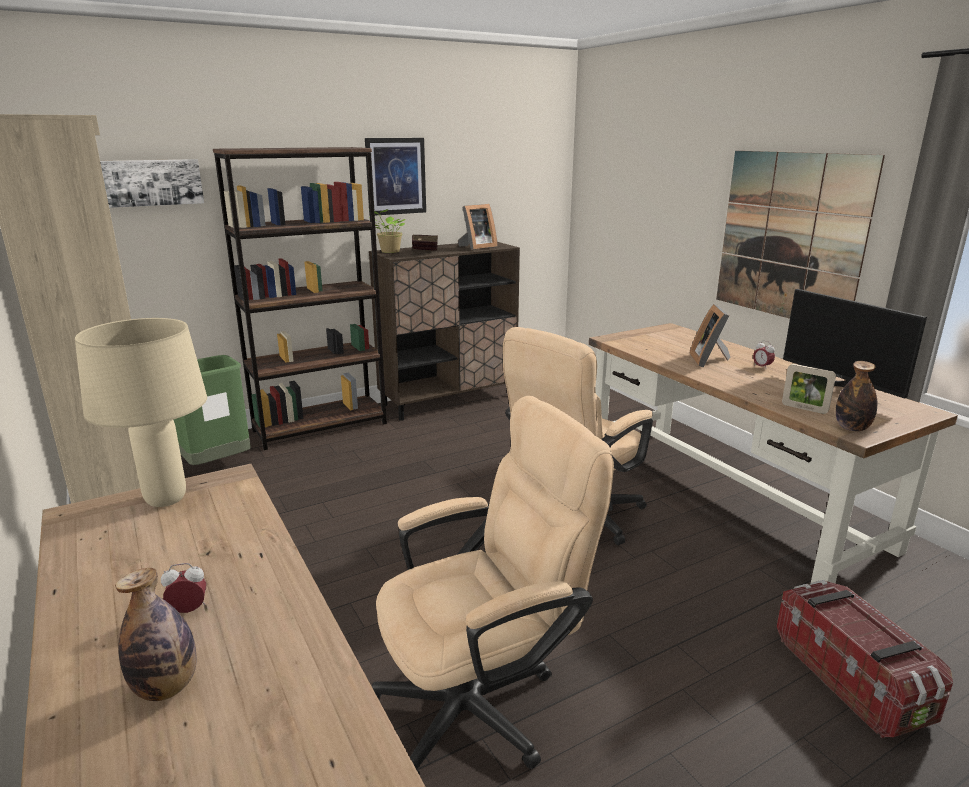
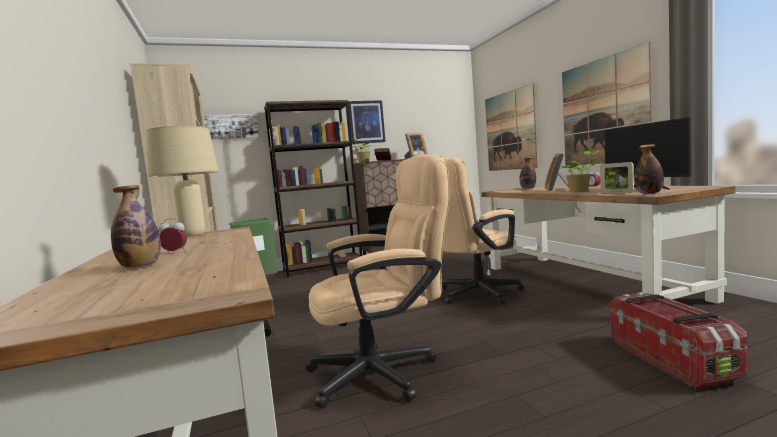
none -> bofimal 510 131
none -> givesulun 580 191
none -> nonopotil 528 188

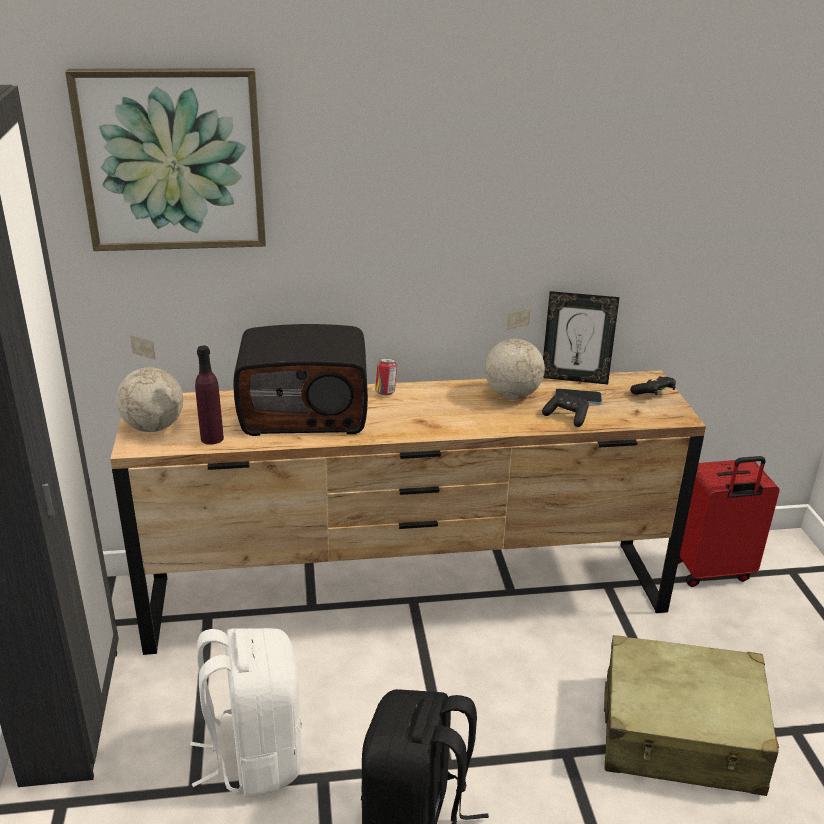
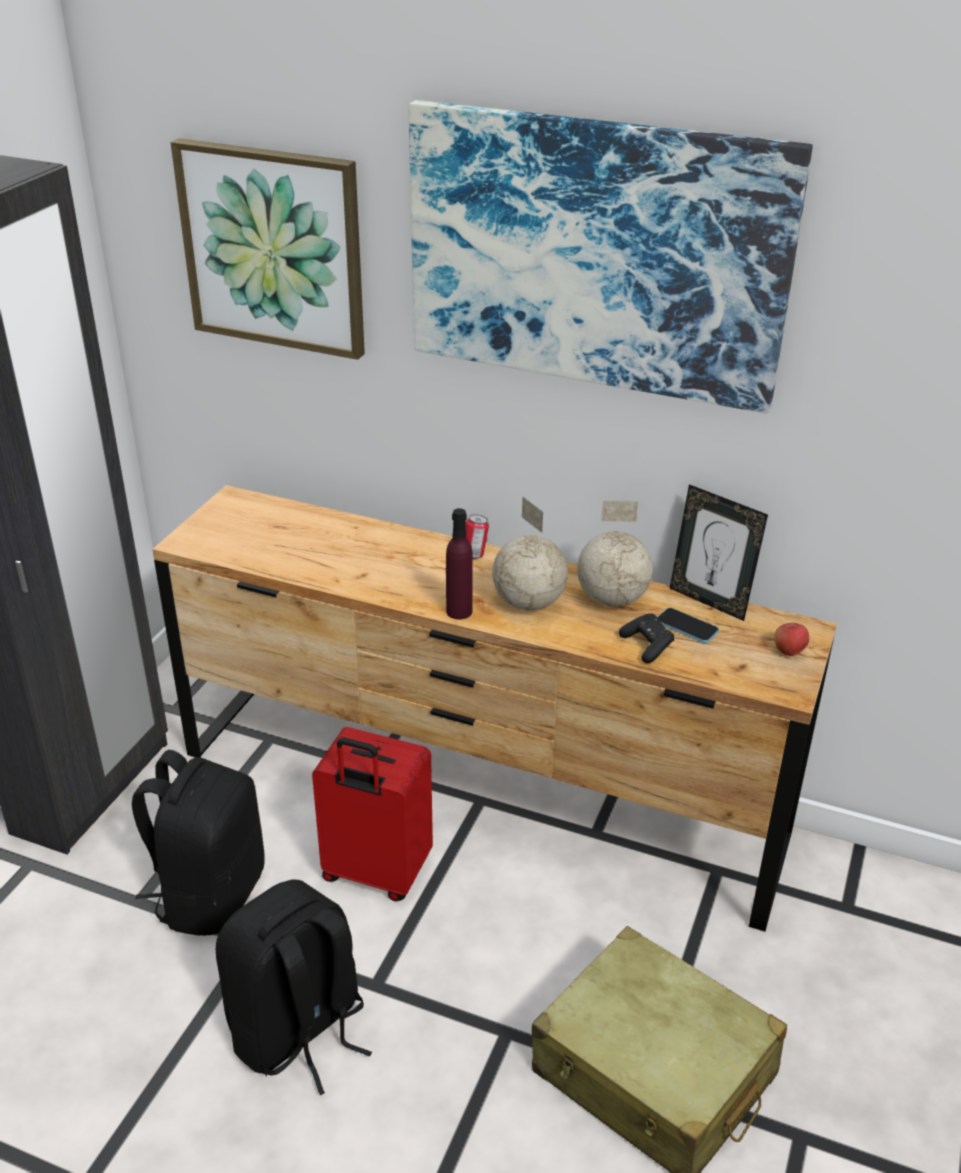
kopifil 305 412 -> none
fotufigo 153 427 -> fotufigo 528 603, relocated
nonopotil (purple) 212 438 -> nonopotil (purple) 459 611, relocated
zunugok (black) 653 394 -> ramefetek 789 651
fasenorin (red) 711 571 -> fasenorin (red) 375 873, relocated
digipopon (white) 254 756 -> digipopon (black) 209 894
none -> bofimal 596 254

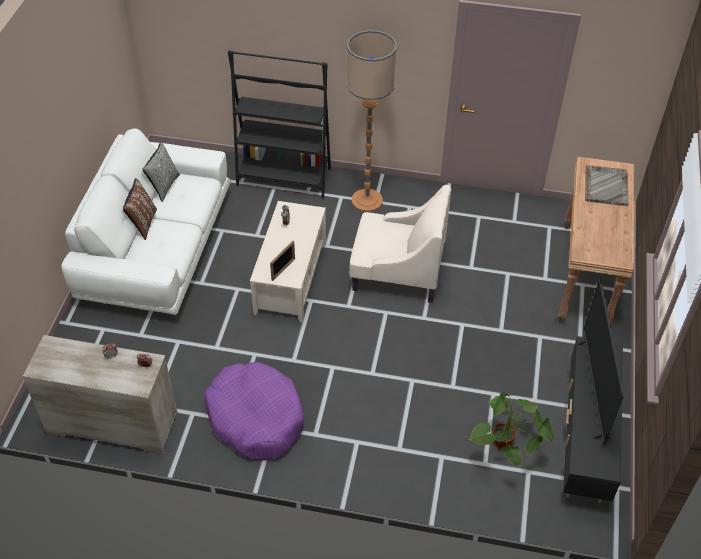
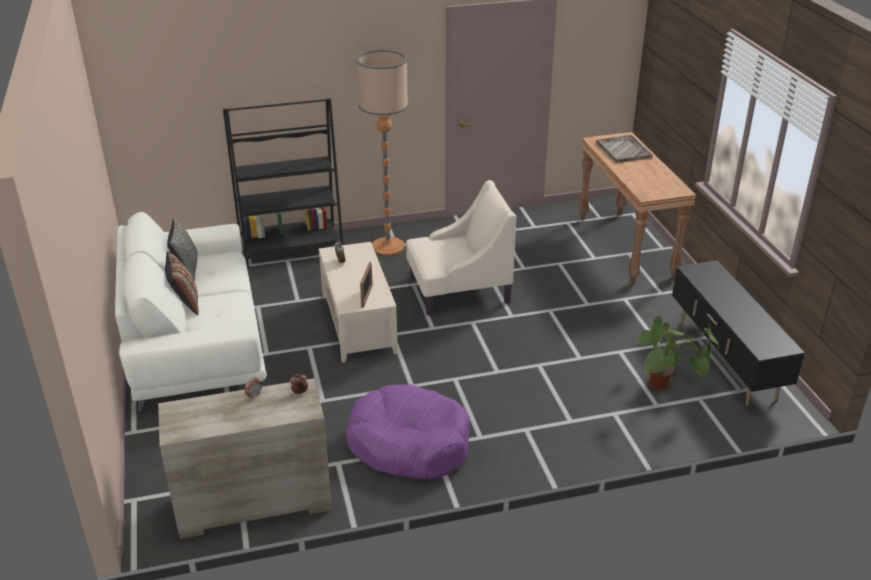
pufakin 593 389 -> none

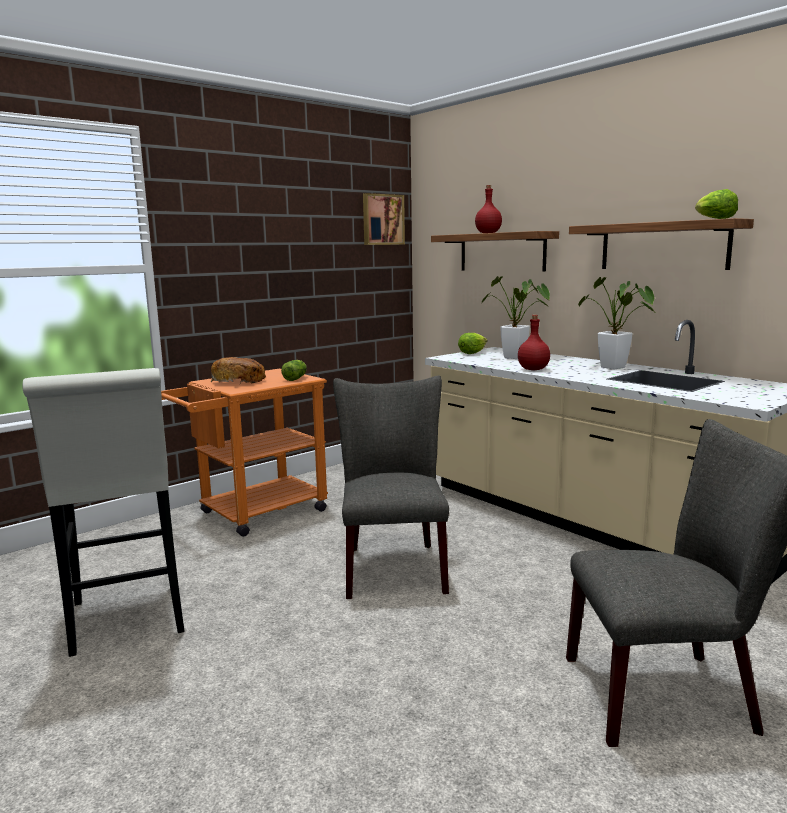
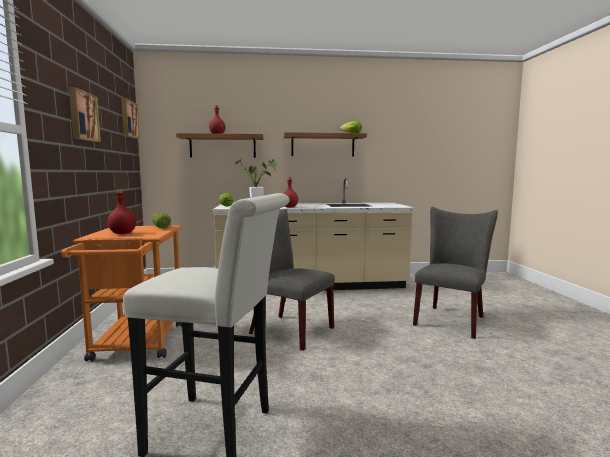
givesulun 617 368 -> none
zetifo 239 381 -> nonopotil (red) 123 233
none -> bofimal 82 116

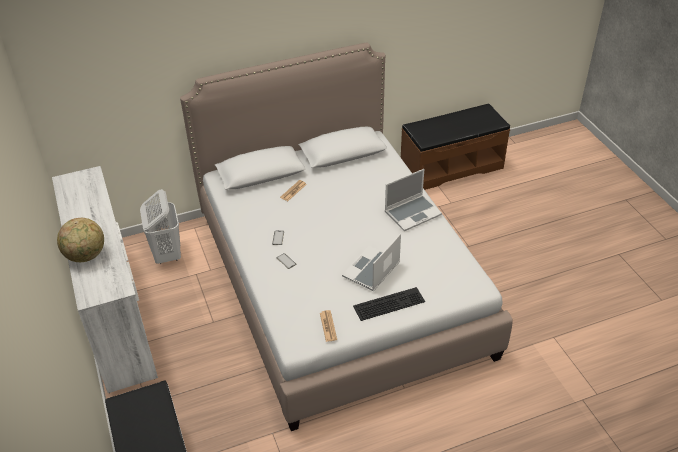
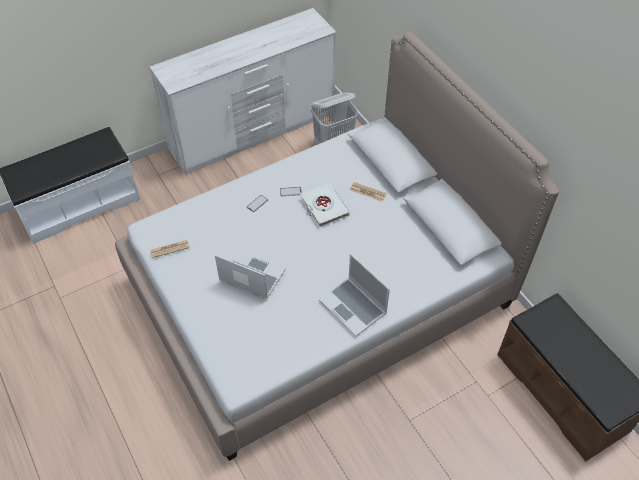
fotufigo 86 256 -> none
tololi 389 302 -> none
none -> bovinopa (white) 324 207

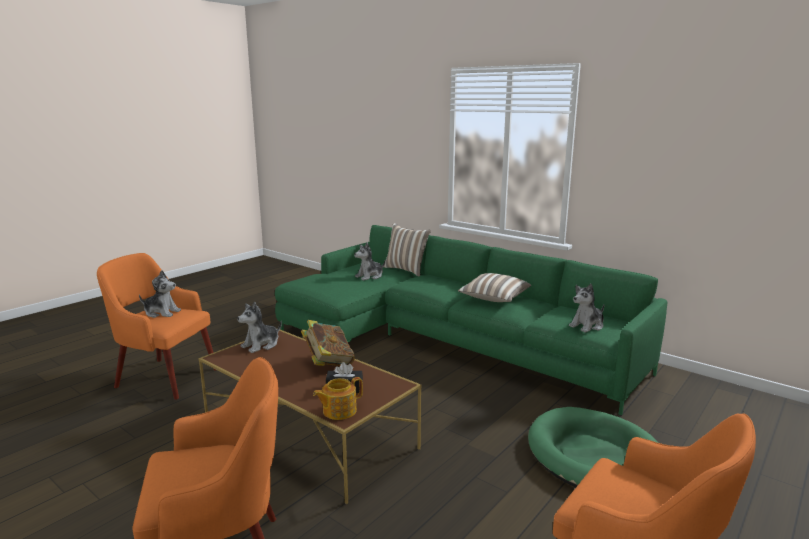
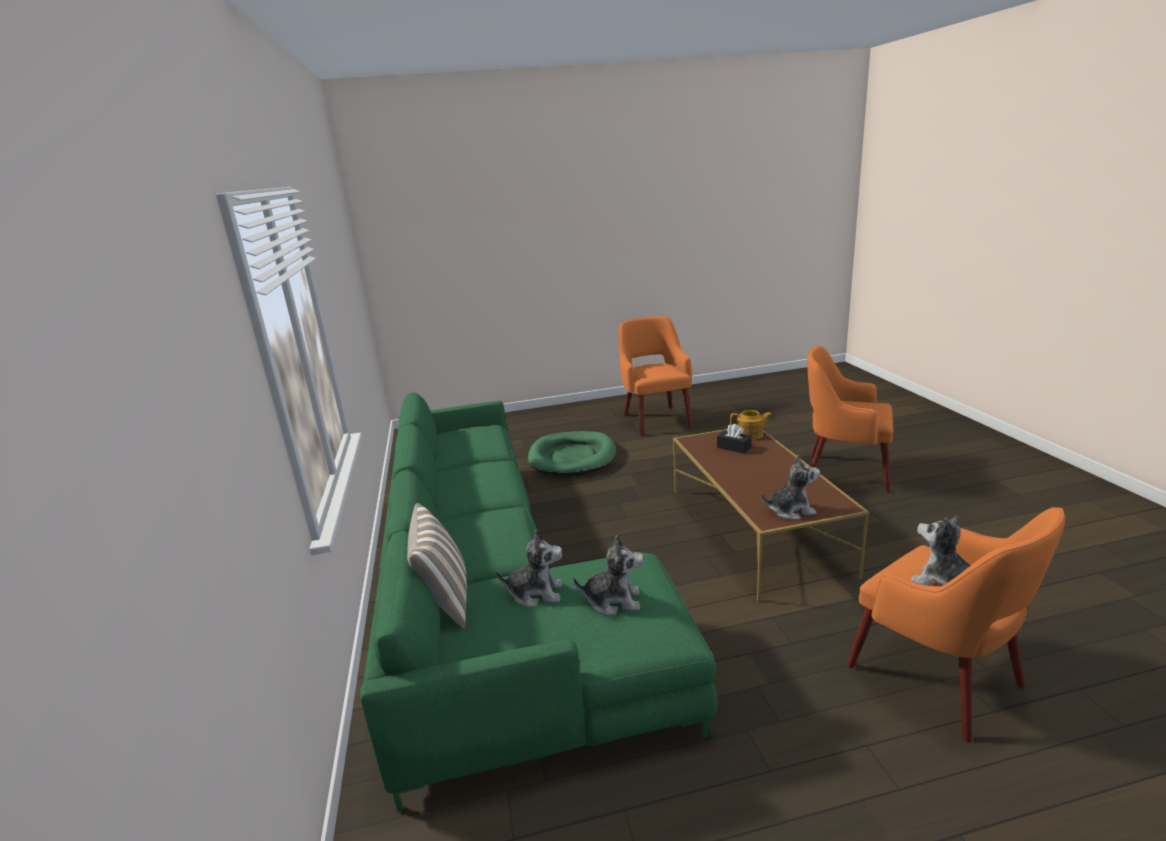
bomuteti 494 299 -> none
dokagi 587 326 -> dokagi 613 600, relocated
bovinopa 328 363 -> none

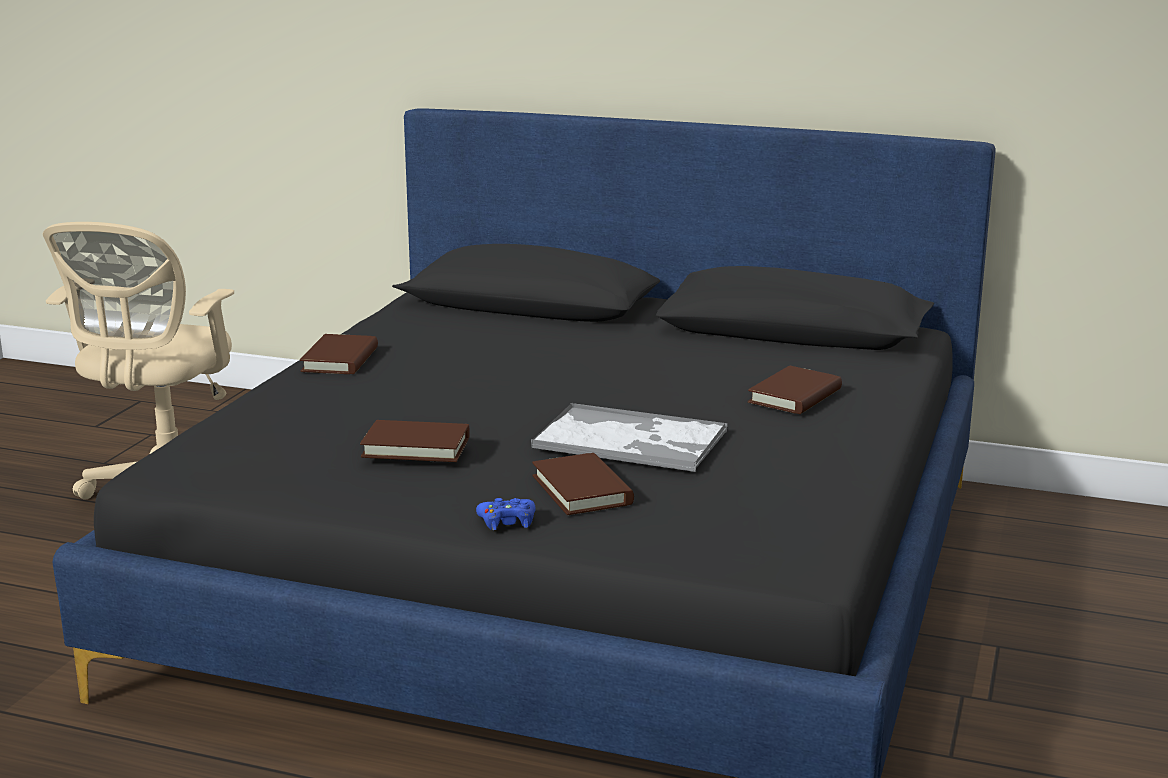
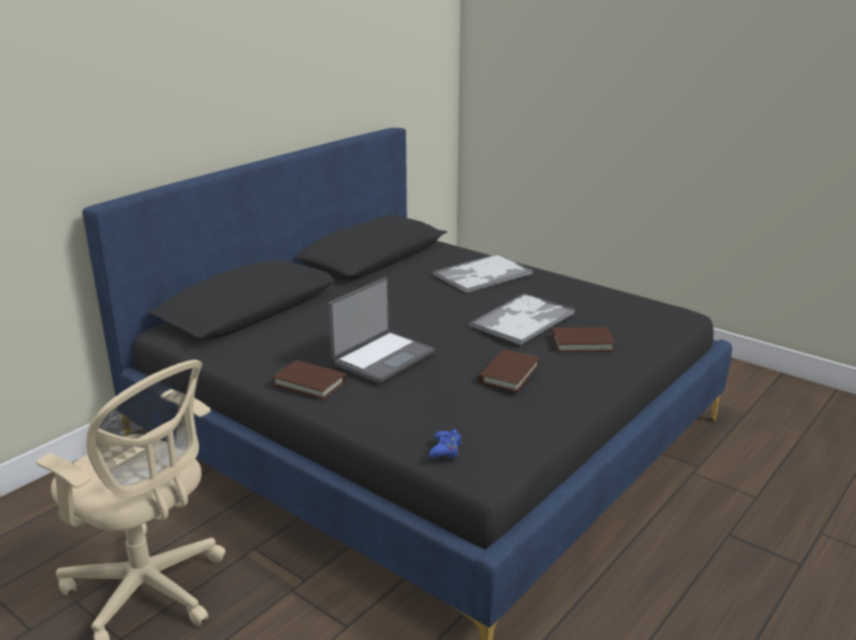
bovinopa (brown) 795 396 -> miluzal 482 275
zunugok (blue) 507 521 -> zunugok (blue) 445 450, relocated
none -> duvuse 382 358

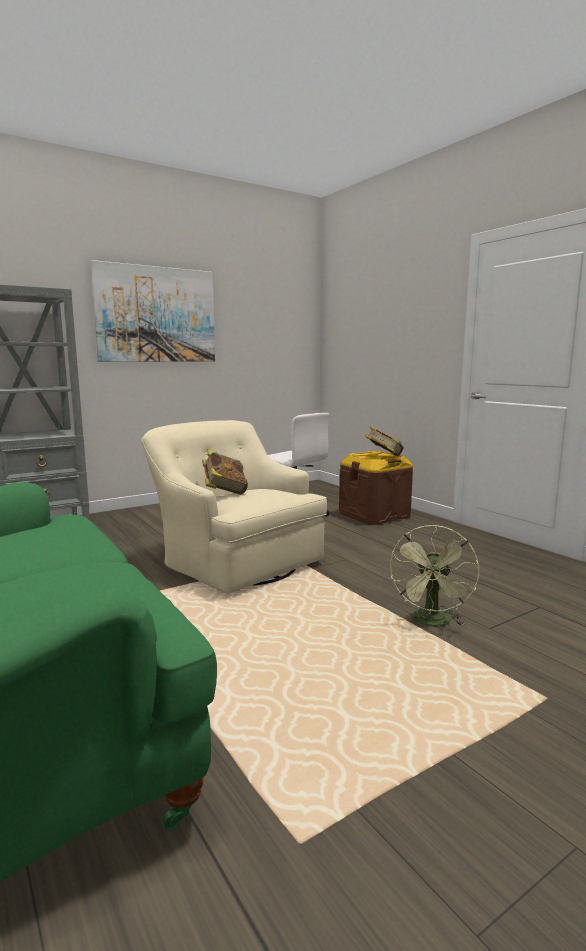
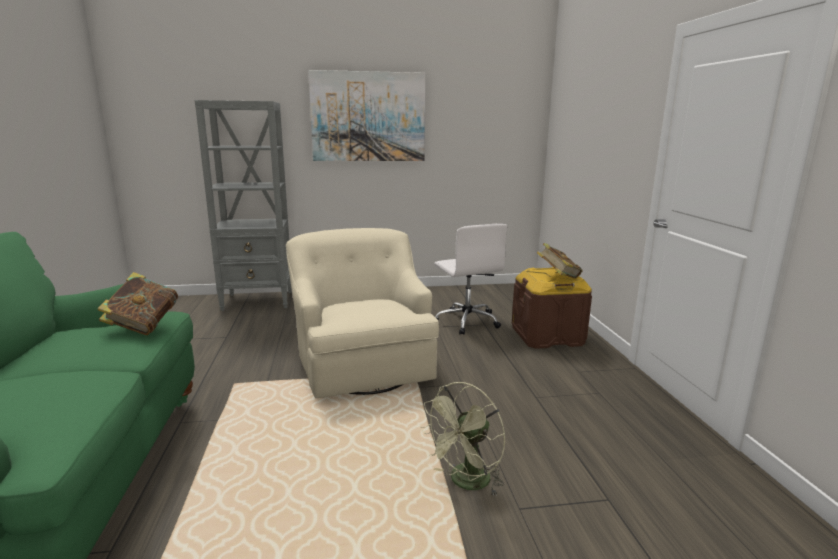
bovinopa 224 491 -> bovinopa 143 326, relocated

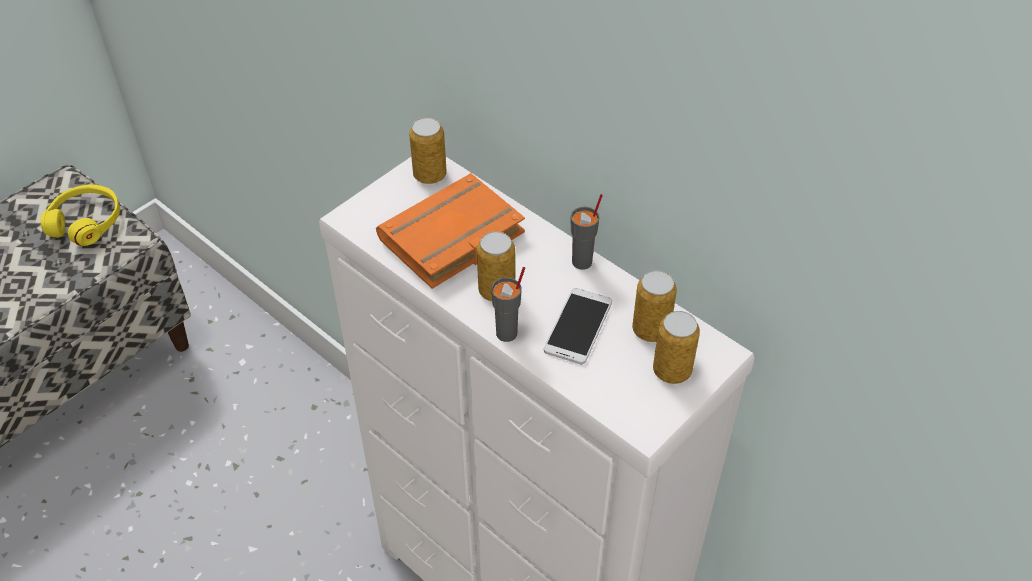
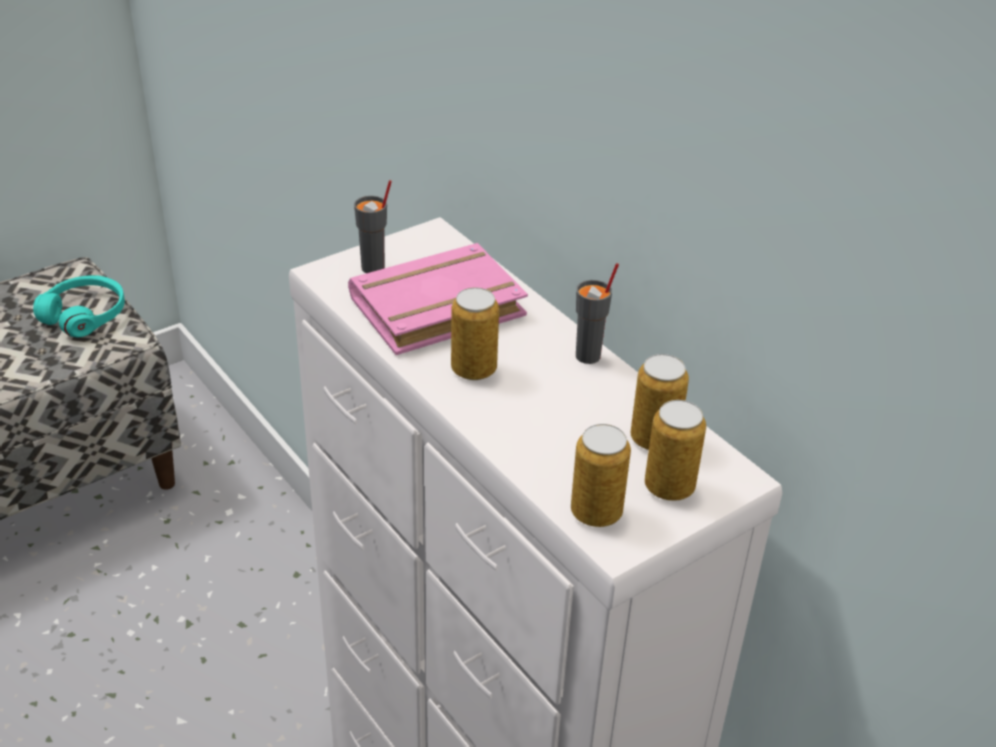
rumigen 430 175 -> rumigen 596 512, relocated
bovinopa (orange) 452 240 -> bovinopa (pink) 437 312
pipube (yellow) 86 222 -> pipube (turquoise) 85 315
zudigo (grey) 507 333 -> zudigo (grey) 373 268, relocated
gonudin 578 326 -> none

